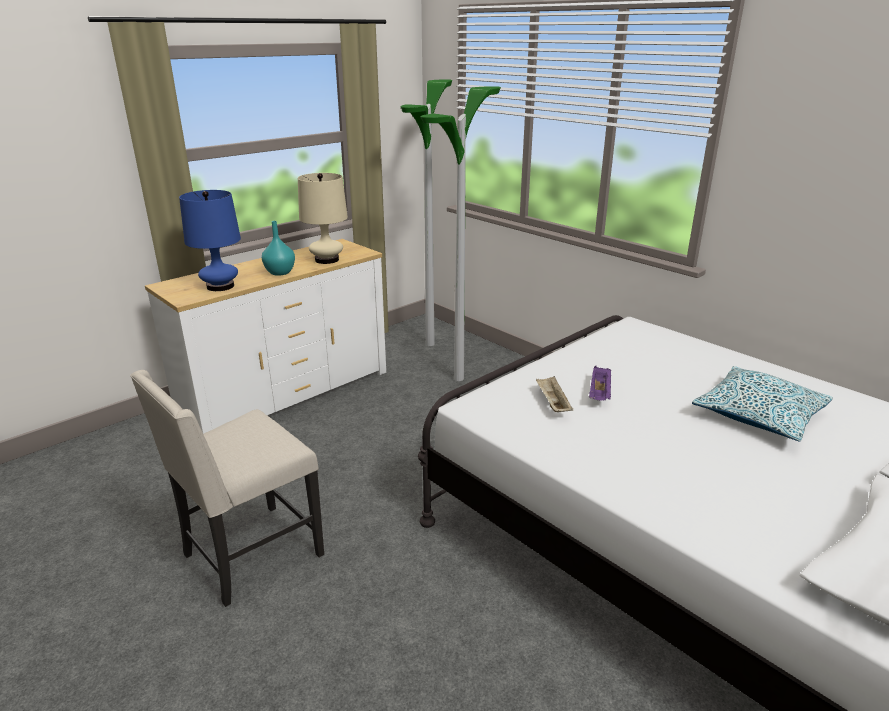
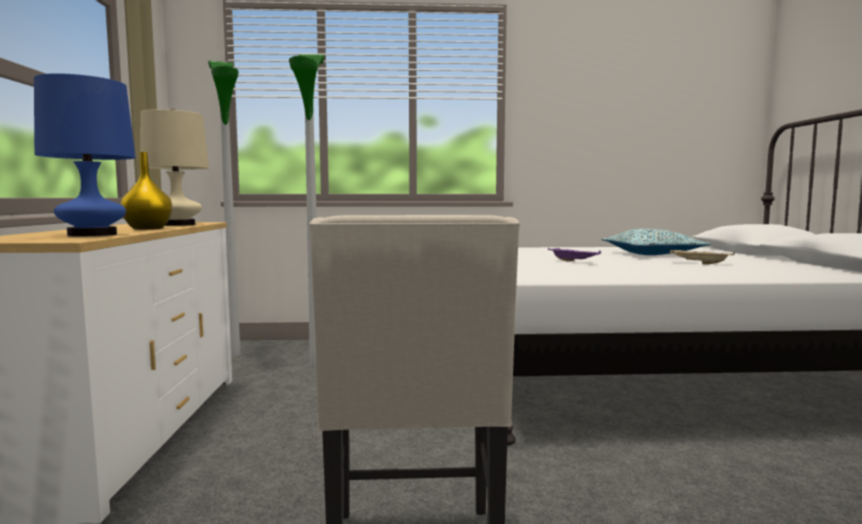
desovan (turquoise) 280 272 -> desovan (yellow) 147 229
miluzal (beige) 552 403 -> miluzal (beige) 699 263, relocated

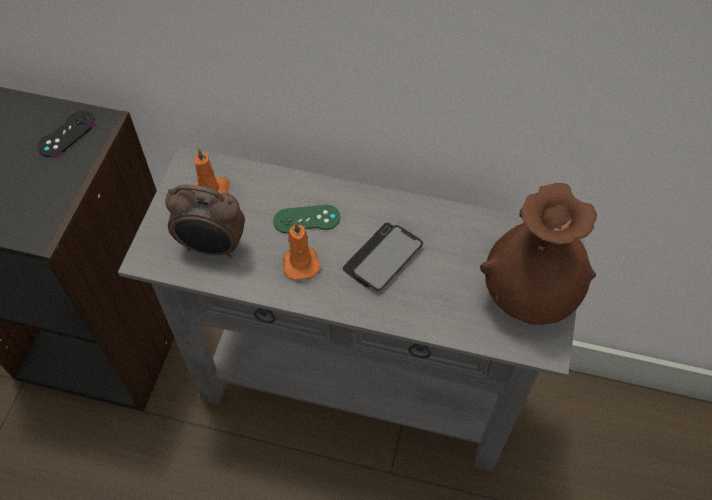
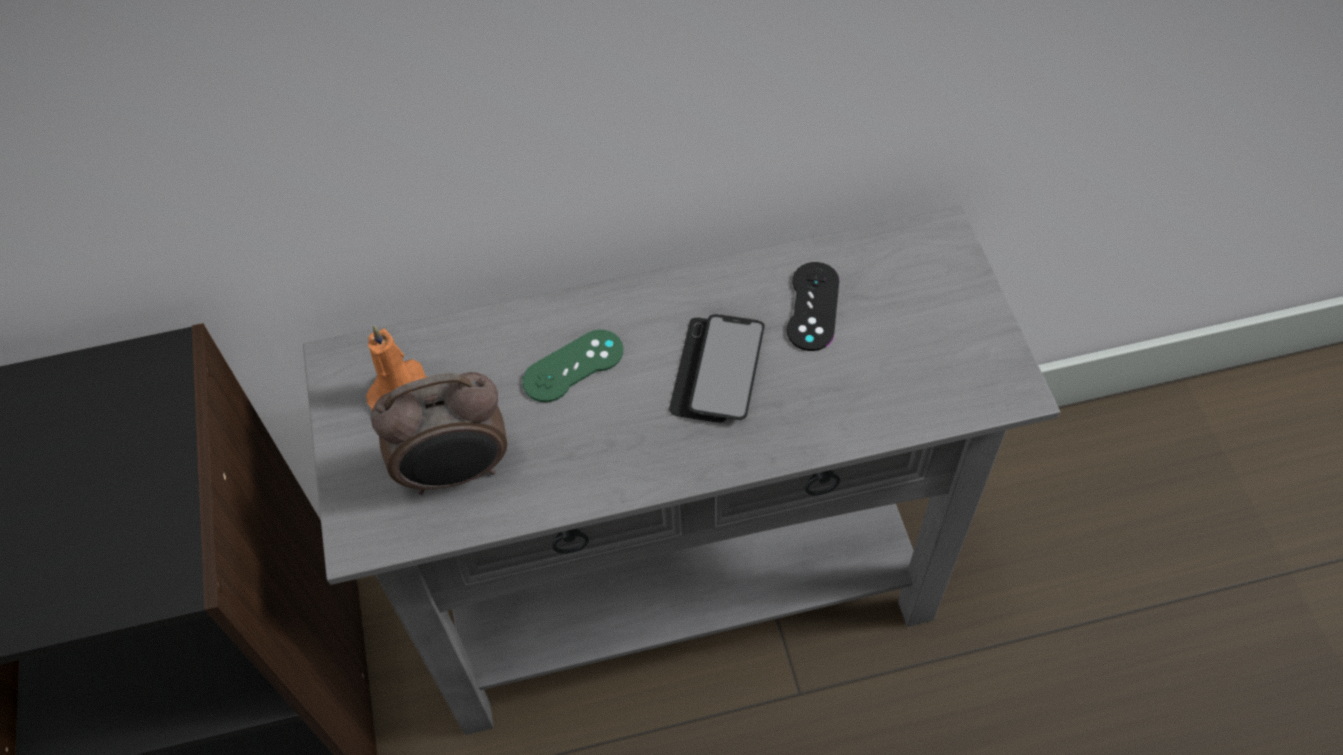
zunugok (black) 67 134 -> zunugok (black) 813 306, relocated
desovan (brown) 528 296 -> none
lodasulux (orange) 300 262 -> none

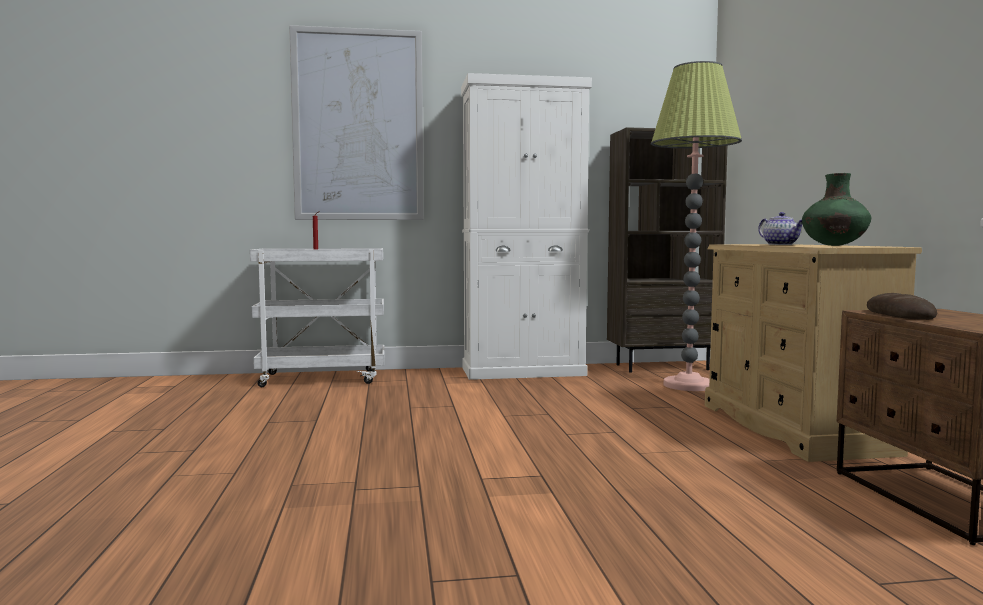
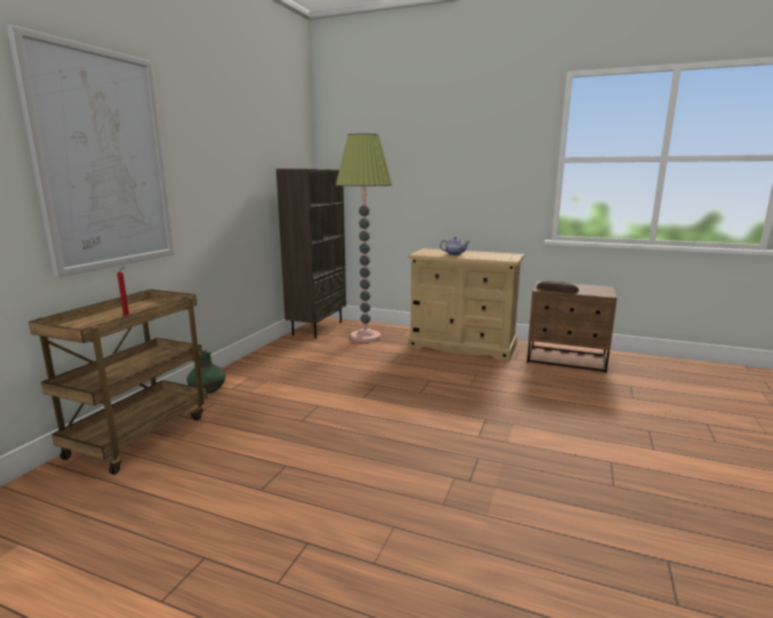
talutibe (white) 523 371 -> none
desovan (green) 834 245 -> desovan (green) 208 392, relocated
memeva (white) 324 378 -> memeva (brown) 139 435

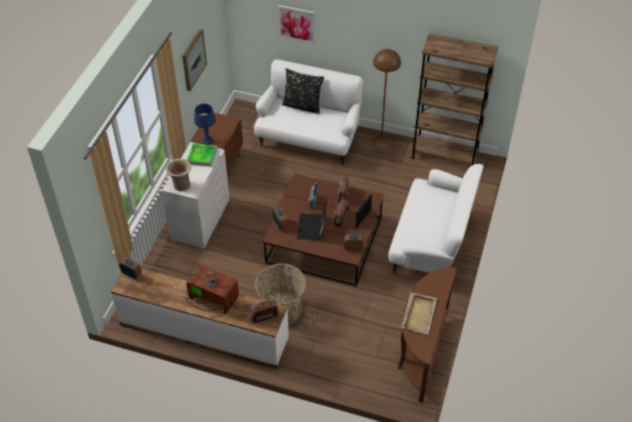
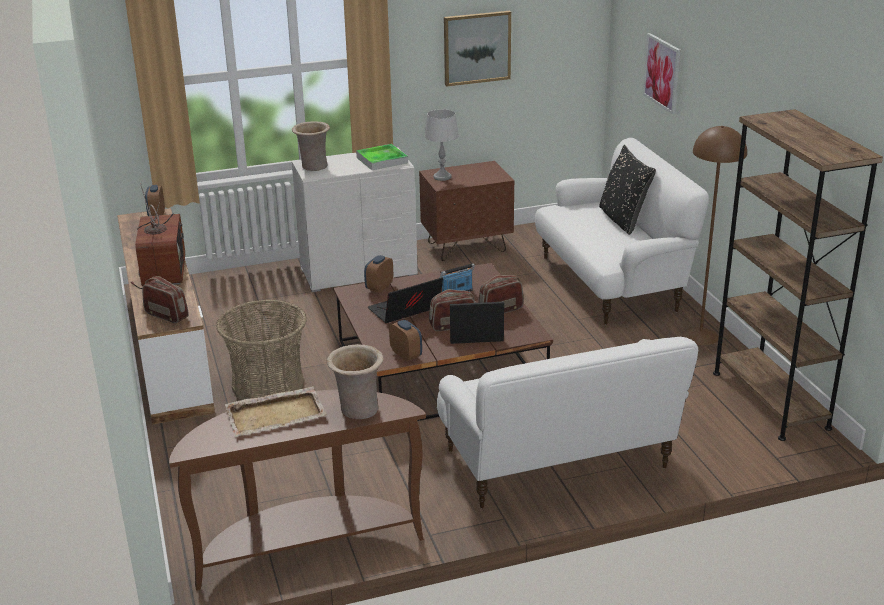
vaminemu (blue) 207 140 -> vaminemu (grey) 442 177
none -> desovan (beige) 357 410

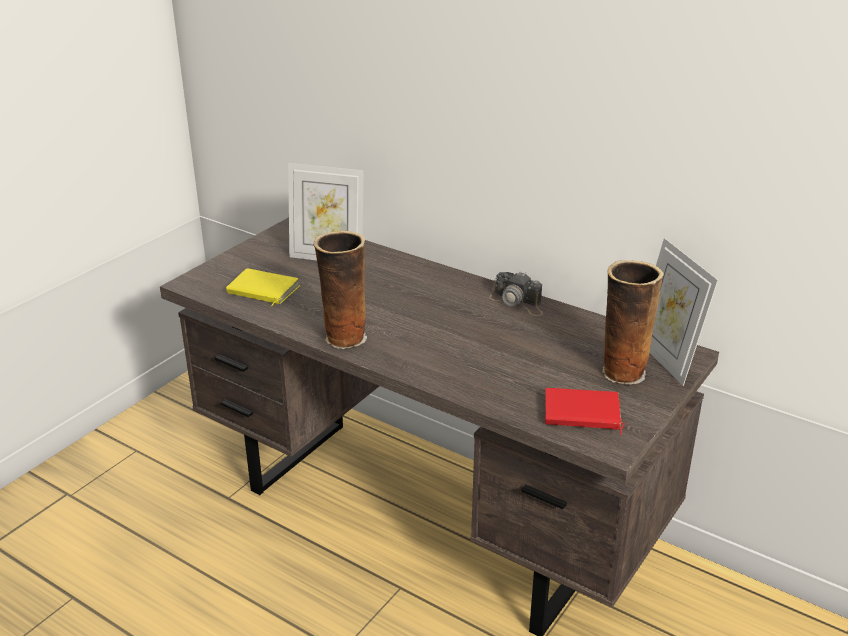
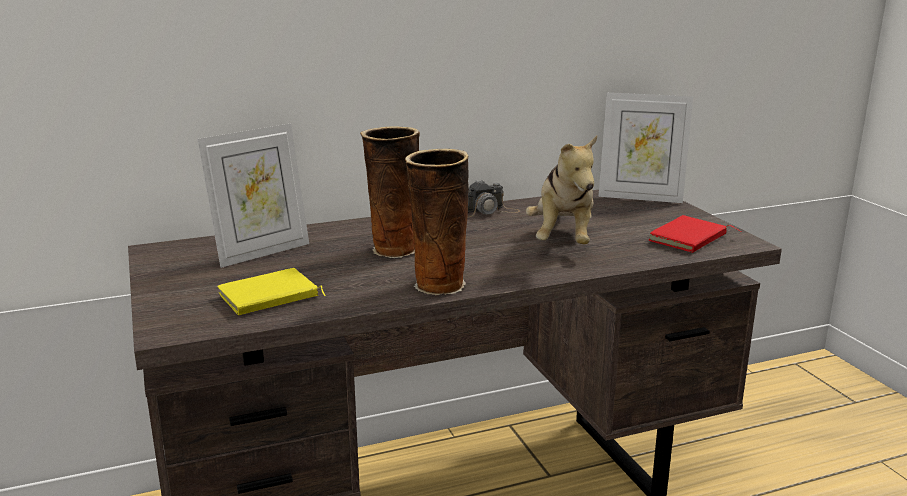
desovan 622 371 -> desovan 393 249, relocated
none -> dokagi 563 239

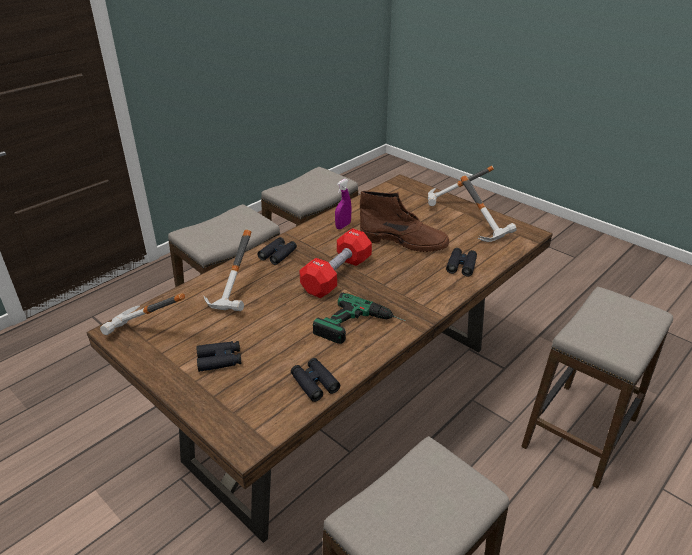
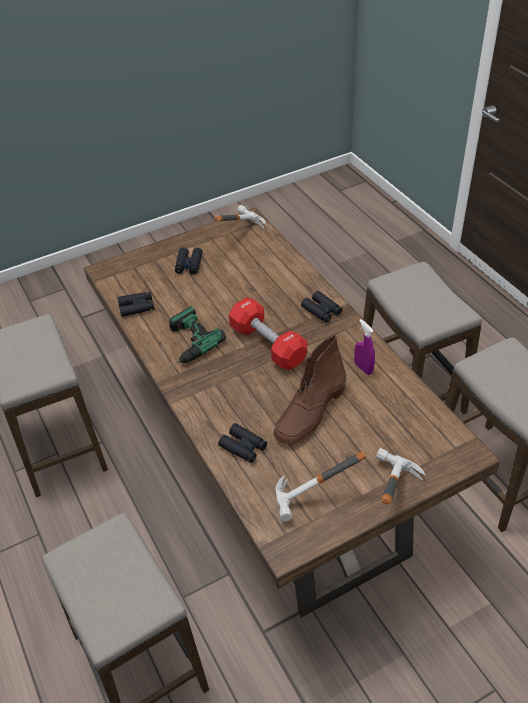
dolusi 241 295 -> none

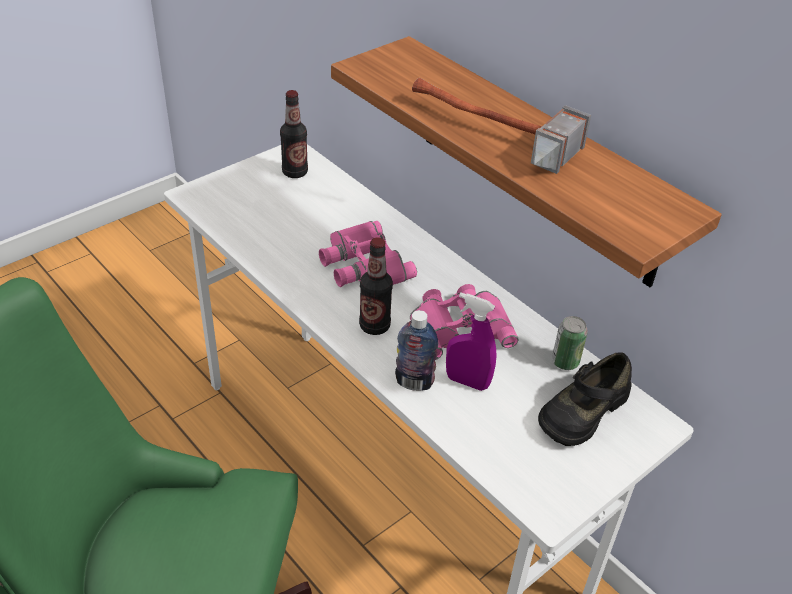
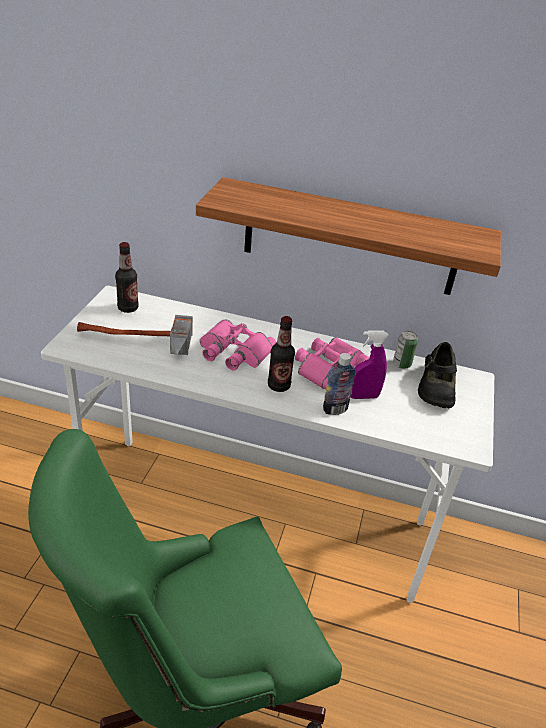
dolusi 484 134 -> dolusi 133 344, relocated

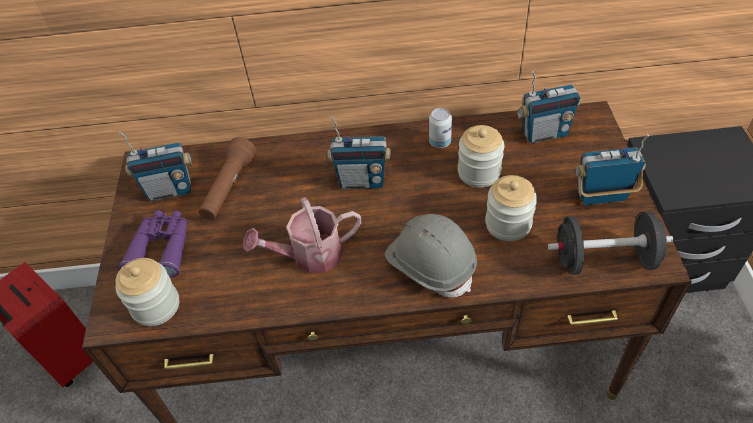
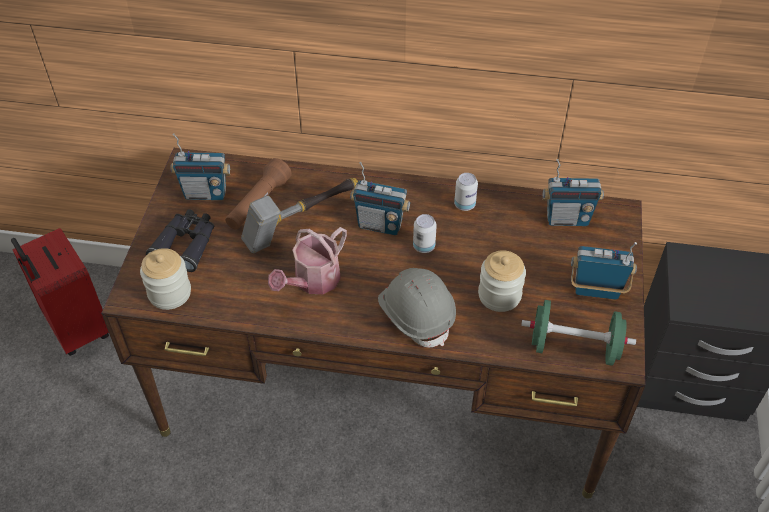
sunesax 479 172 -> none
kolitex 310 256 -> kolitex 312 281, 45 degrees counterclockwise
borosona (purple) 162 248 -> borosona (black) 186 244
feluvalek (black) 604 259 -> feluvalek (green) 574 347
none -> dolusi 301 225
none -> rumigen 424 246

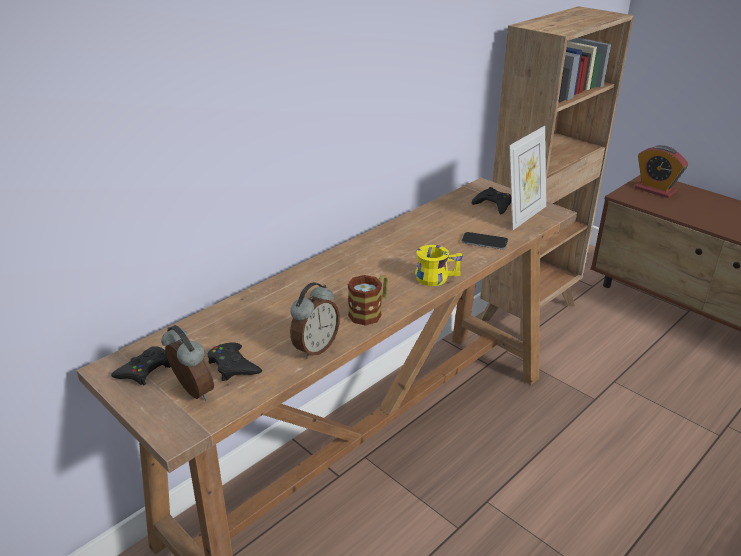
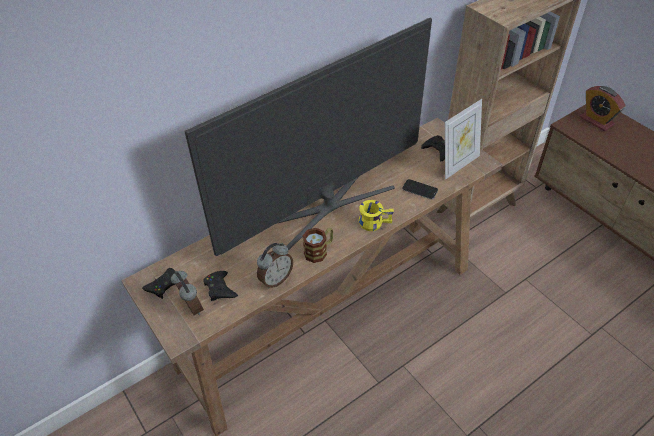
none -> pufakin 326 206

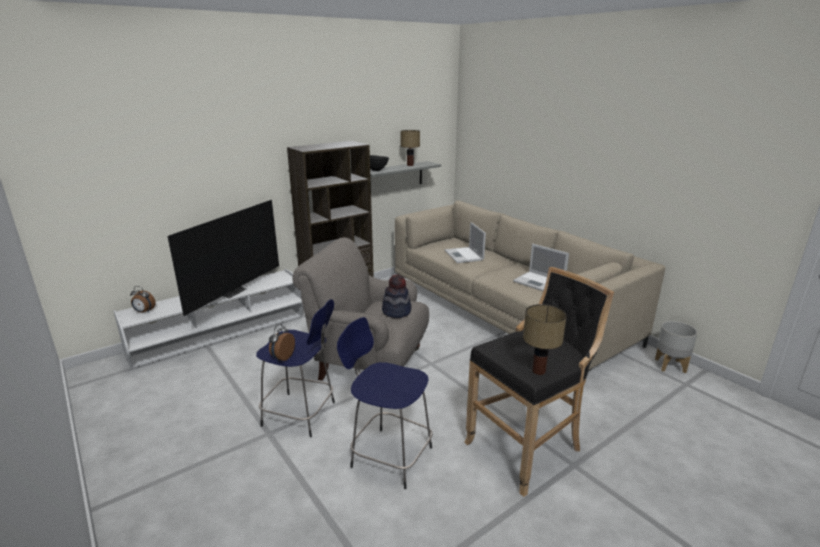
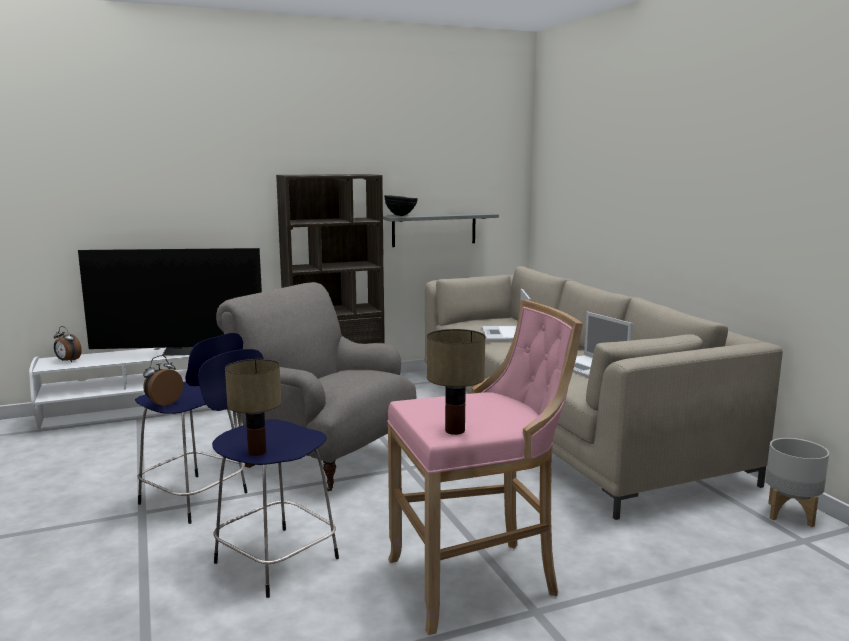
vaminemu 410 165 -> vaminemu 257 451, relocated
pufakin 232 292 -> pufakin 181 352, 45 degrees clockwise
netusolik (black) 528 448 -> netusolik (pink) 478 580
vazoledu 396 311 -> none

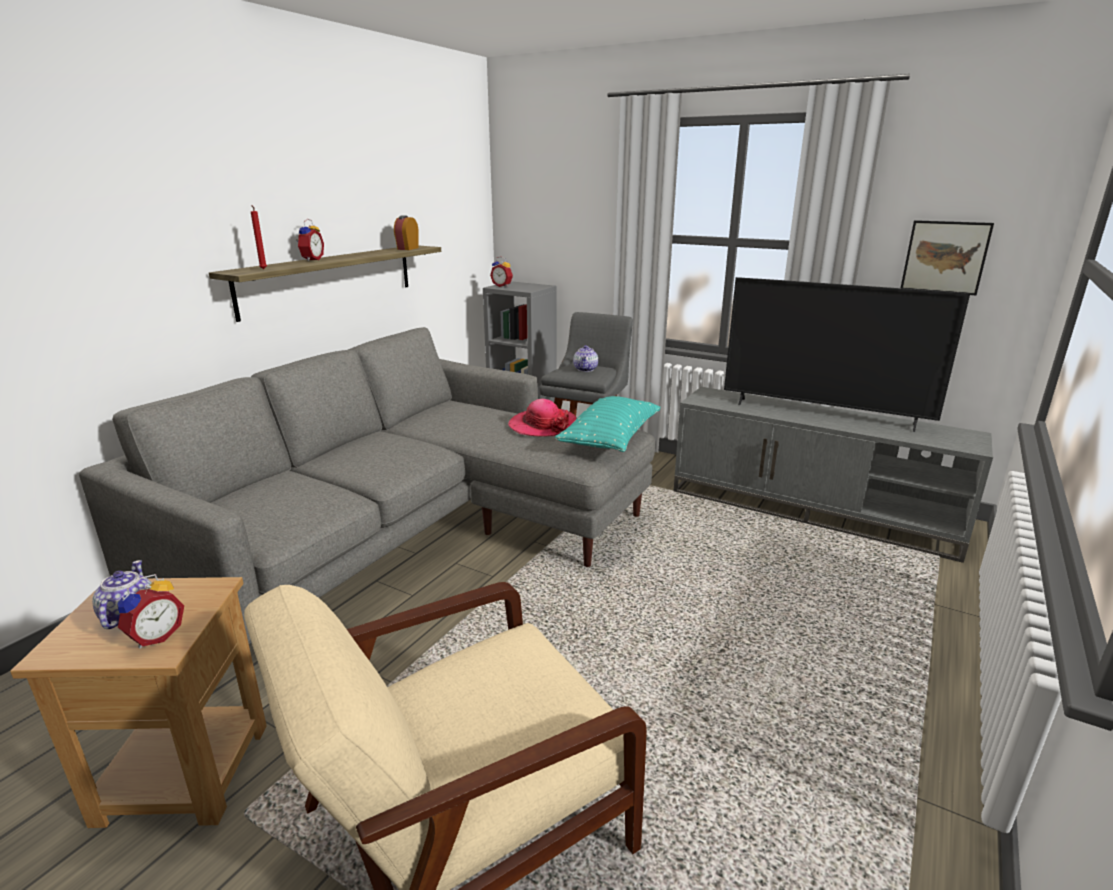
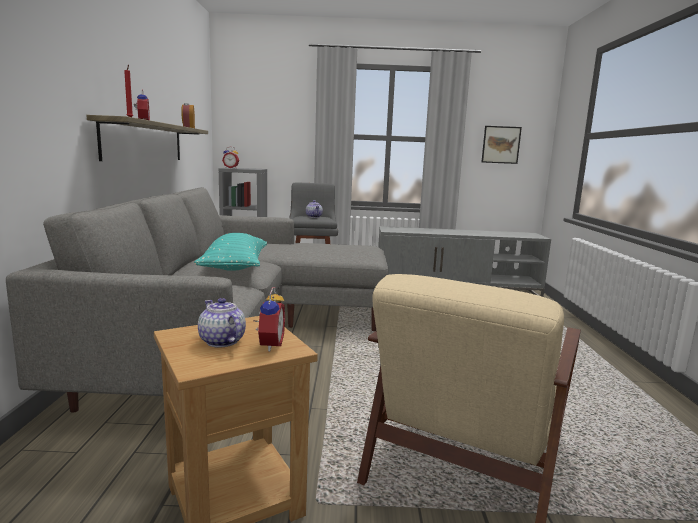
pufakin 823 414 -> none
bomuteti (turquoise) 610 439 -> bomuteti (turquoise) 235 267, relocated
vazoledu 542 425 -> none

